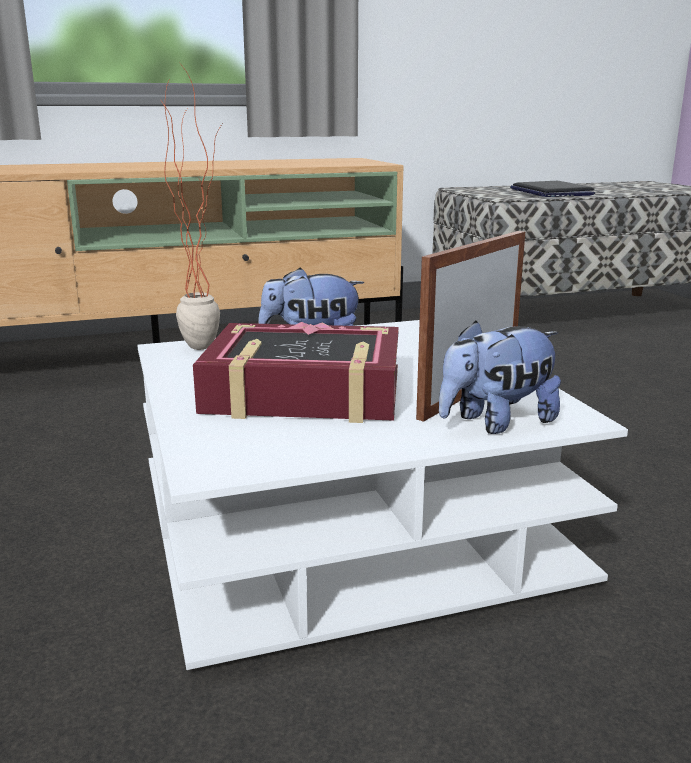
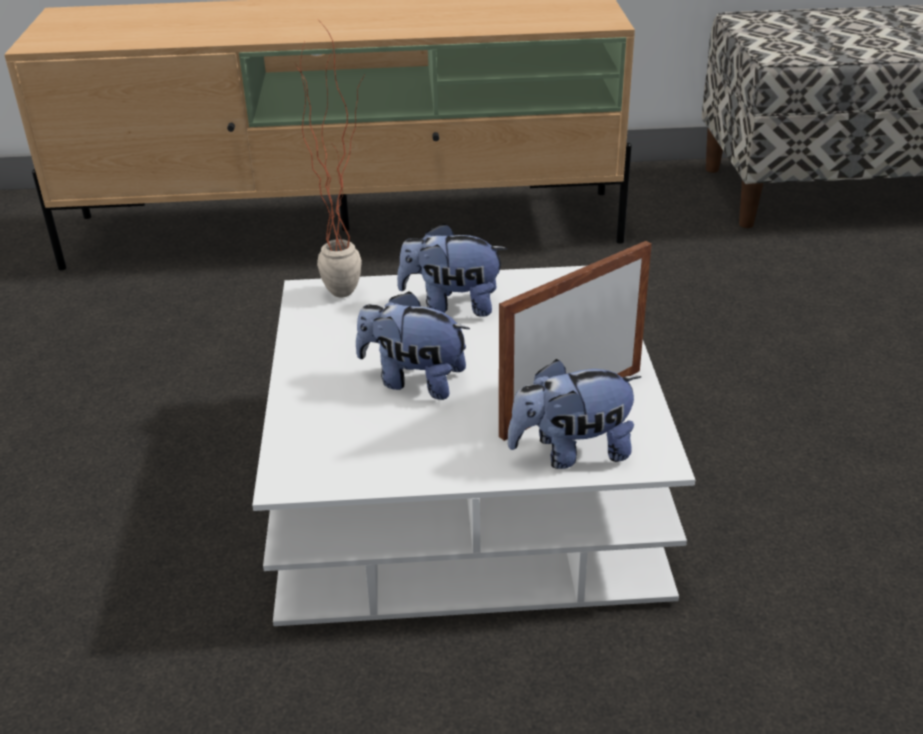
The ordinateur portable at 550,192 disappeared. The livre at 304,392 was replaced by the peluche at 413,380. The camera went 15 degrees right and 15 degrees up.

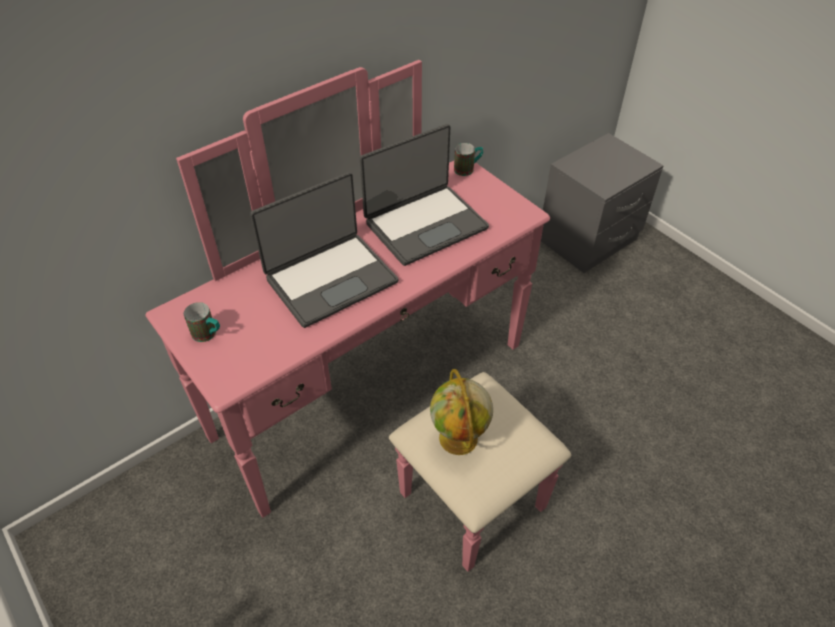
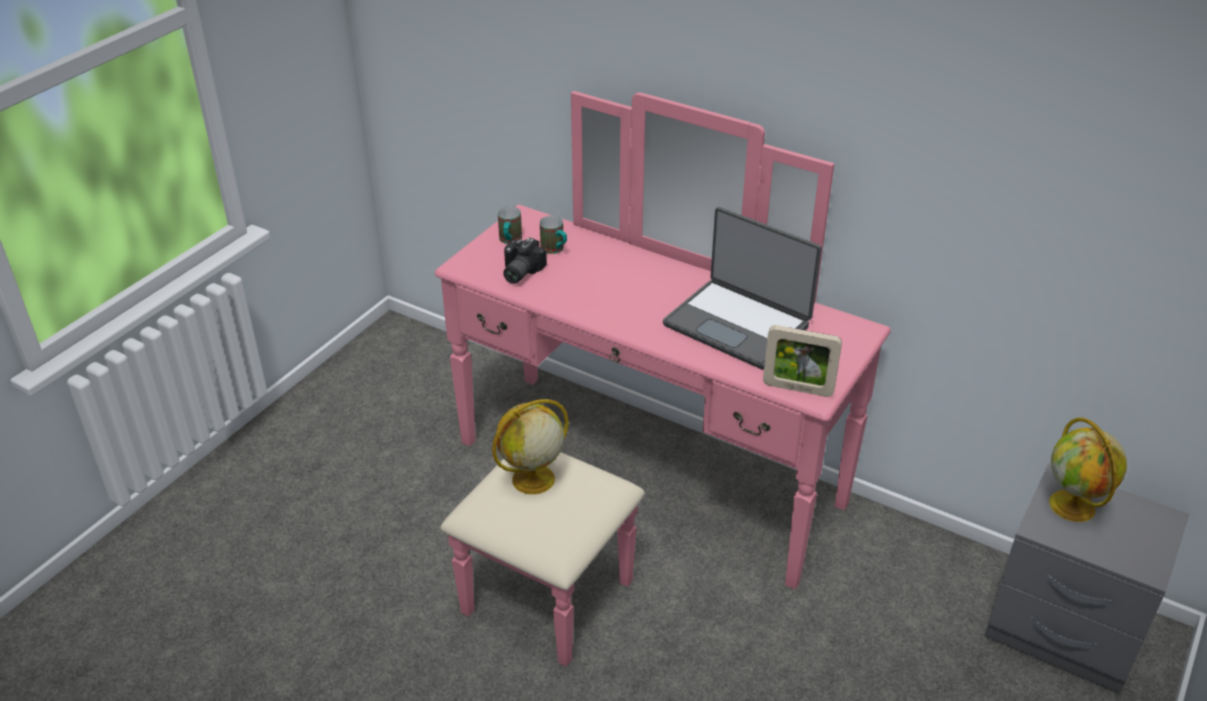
The mug moved from 468,169 to 555,250. The ordinateur portable at 330,279 disappeared. The appareil photo at 518,272 appeared. The cadre photo at 798,388 appeared. The globe at 1073,507 appeared. The camera went 70 degrees right and 10 degrees down.

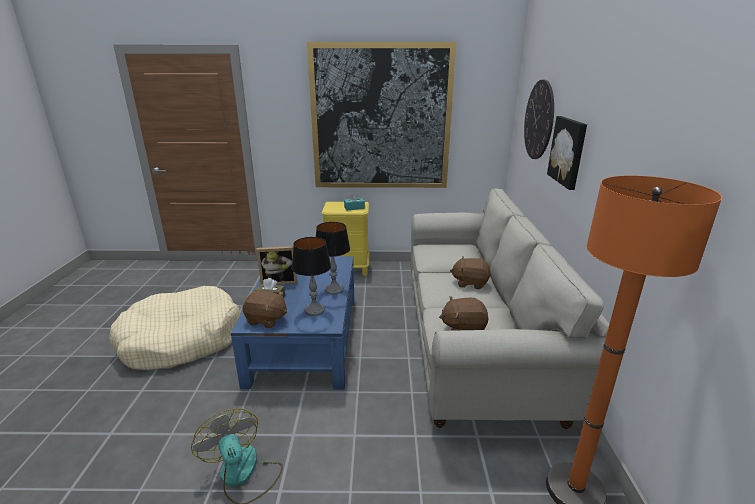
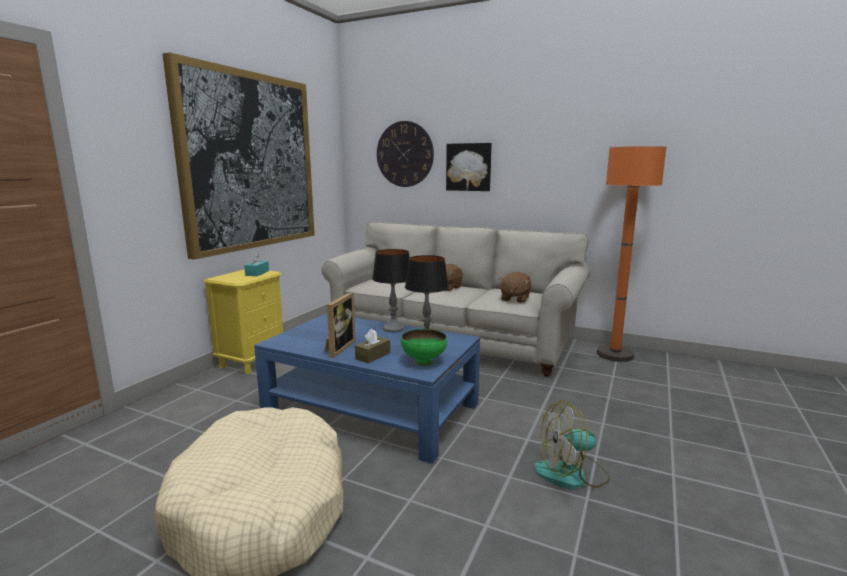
The peluche [marron] at 266,320 was replaced by the bol [vert] at 423,362. The camera went 65 degrees left and 10 degrees down.

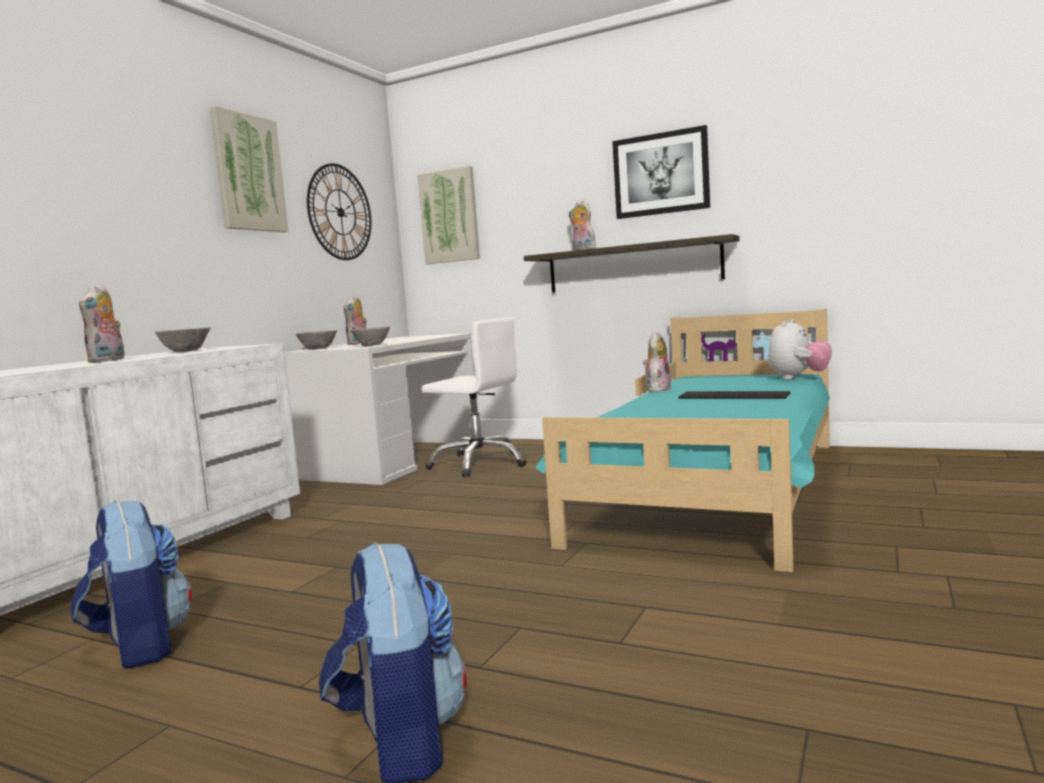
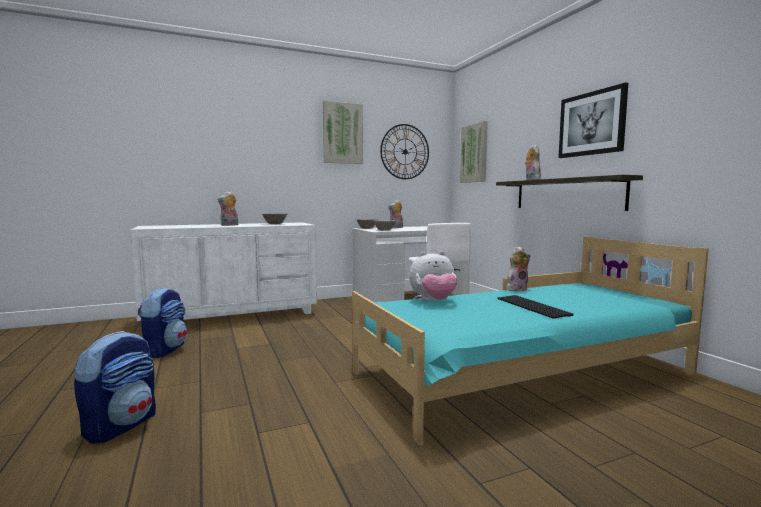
The peluche moved from 798,378 to 433,301. The camera went 40 degrees right and 0 degrees up.

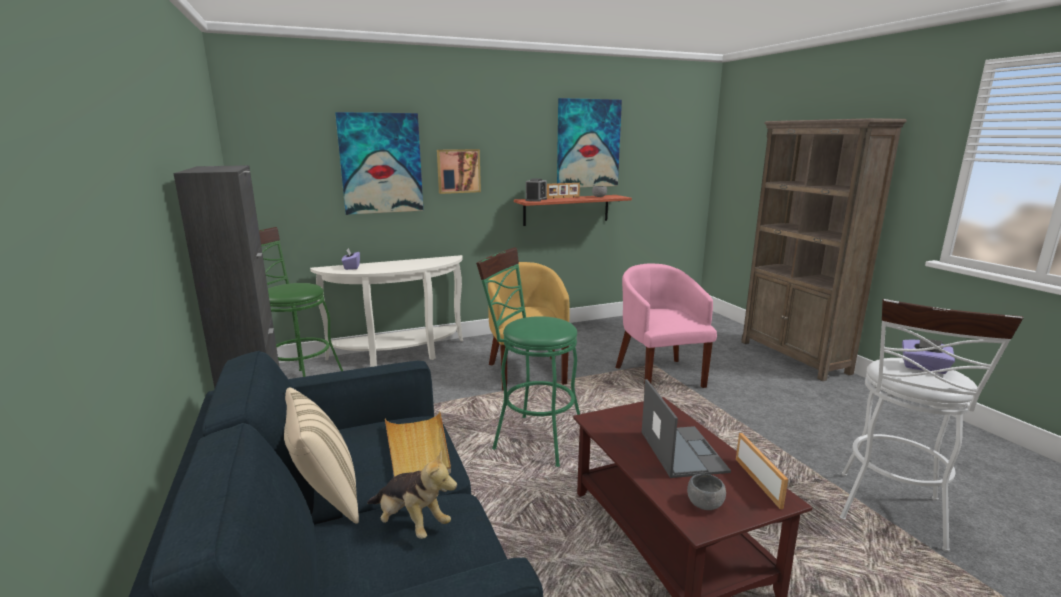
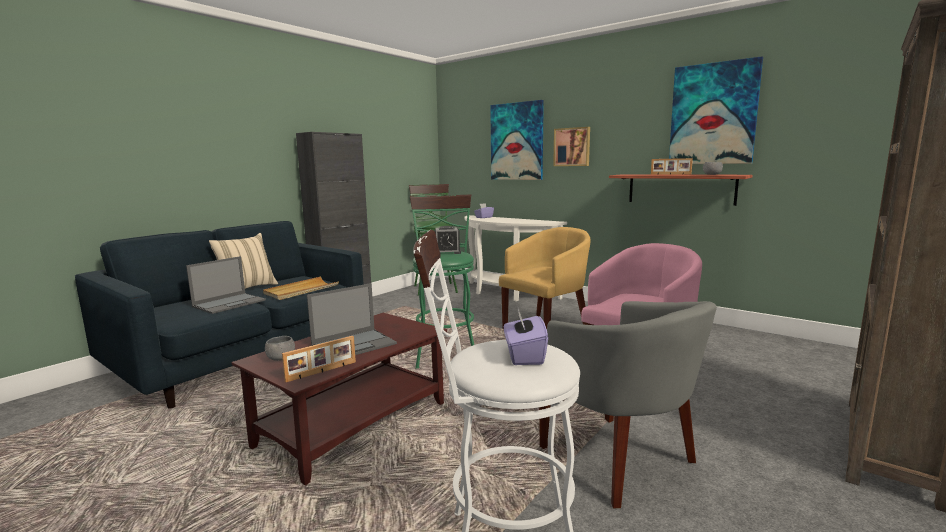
The réveil moved from 536,200 to 447,252. The peluche at 411,523 was replaced by the ordinateur portable at 230,303. The fauteuil [gris] at 619,459 appeared. The camera went 60 degrees right and 5 degrees down.

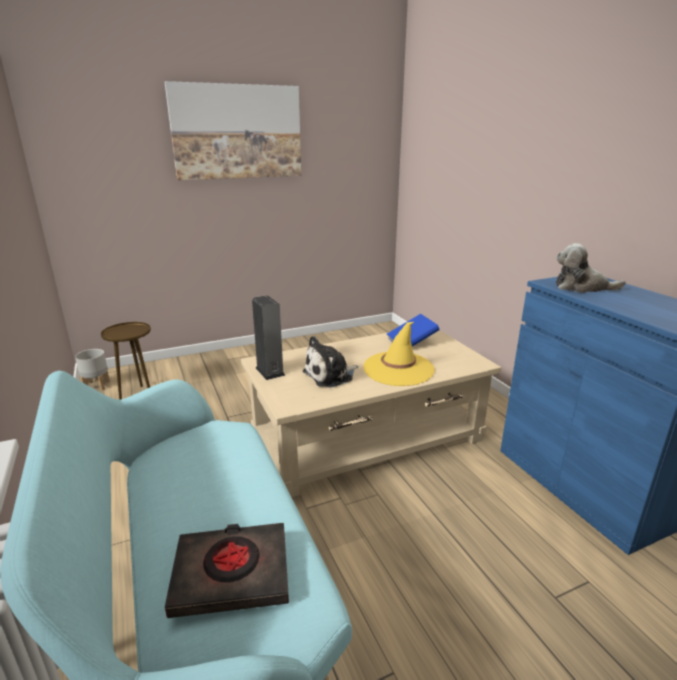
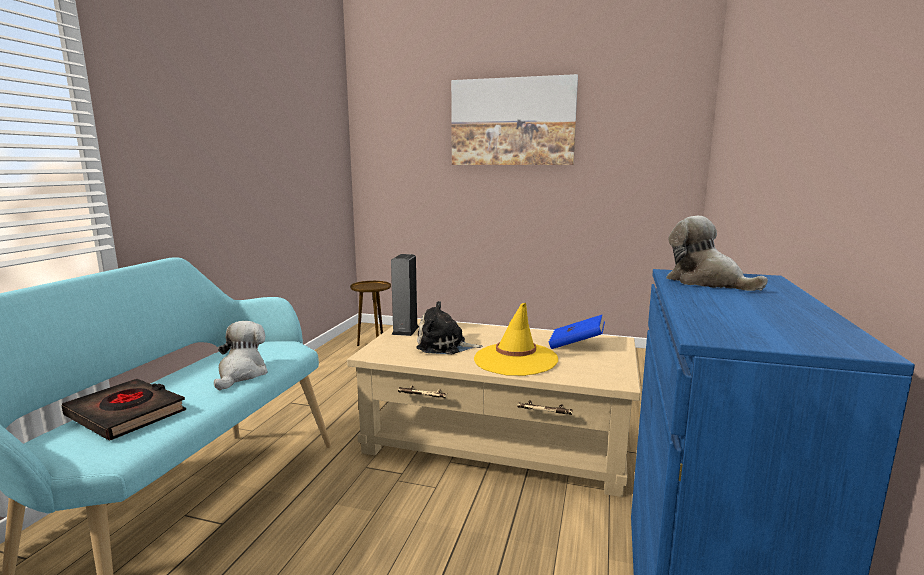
The cache-pot [gris] at 96,385 disappeared. The peluche at 241,374 appeared. The camera went 40 degrees right and 10 degrees down.

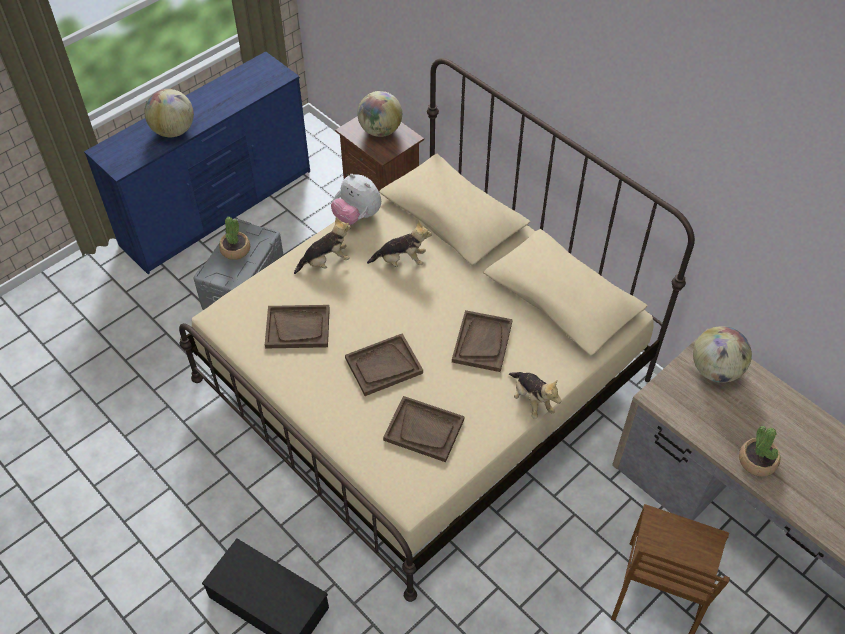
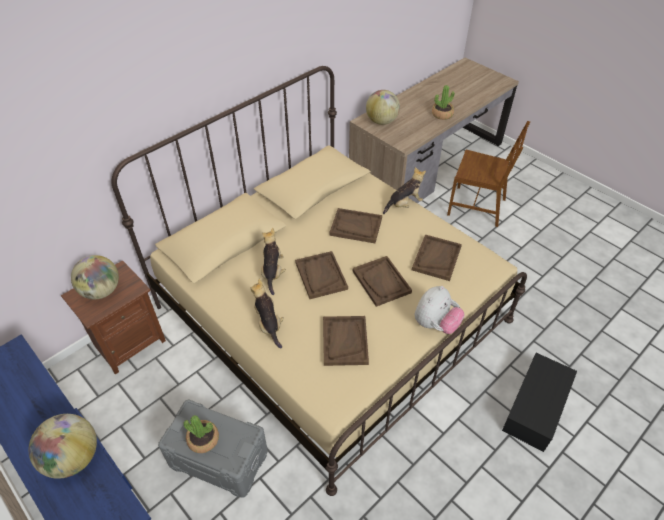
The peluche moved from 357,216 to 435,324. The plateau [marron] at 321,276 appeared. The camera went 90 degrees left and 5 degrees down.

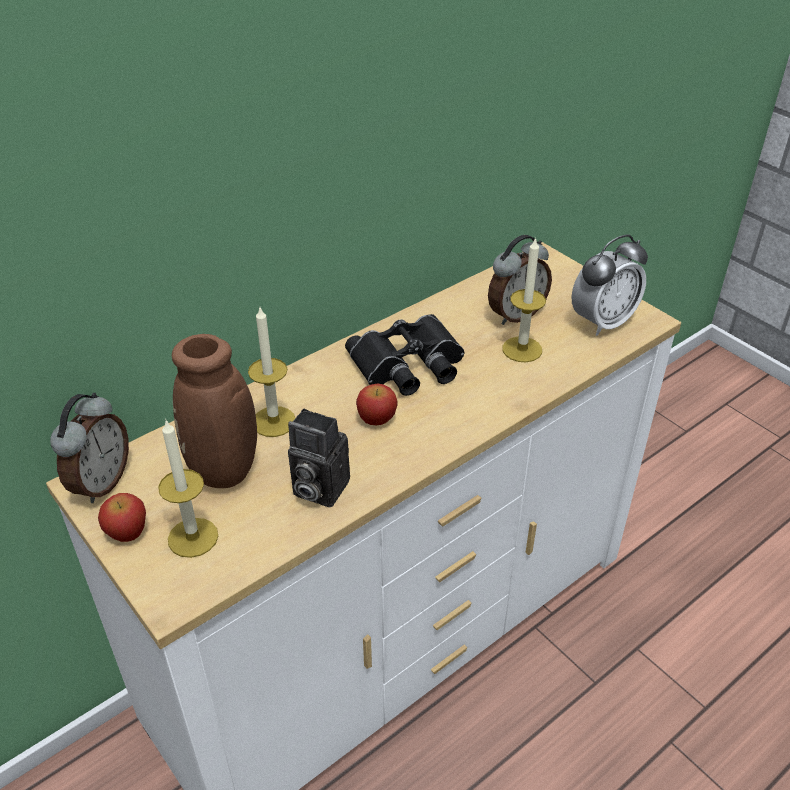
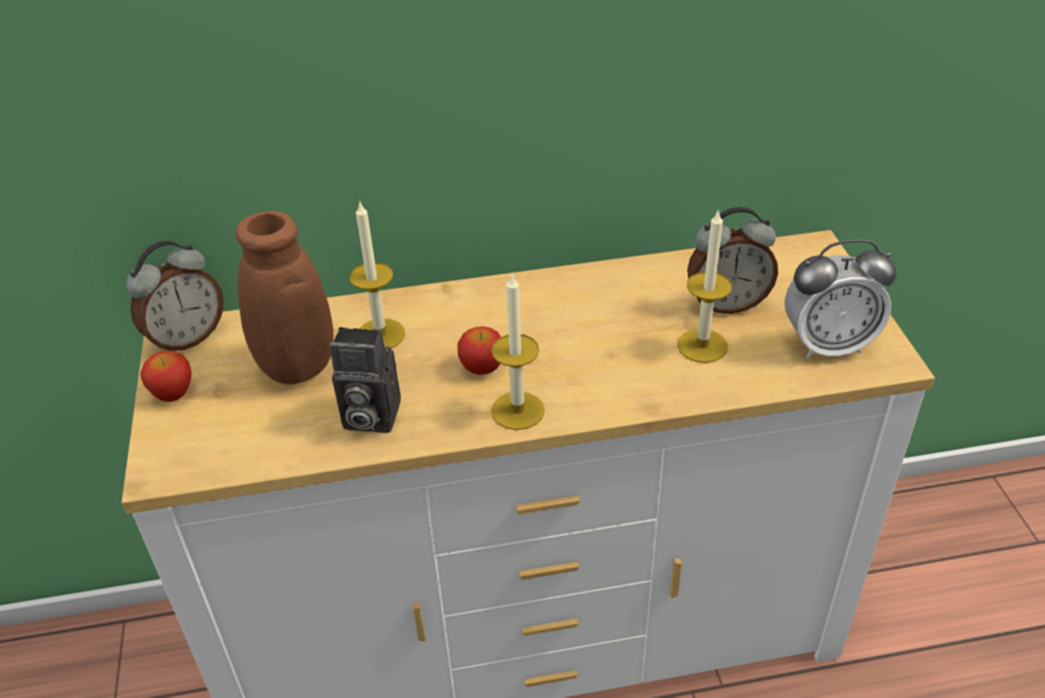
The jumelles [noir] at 409,365 disappeared. The appareil photo at 317,488 turned 45 degrees counterclockwise. The bougie moved from 193,537 to 517,410. The camera went 30 degrees right and 0 degrees up.

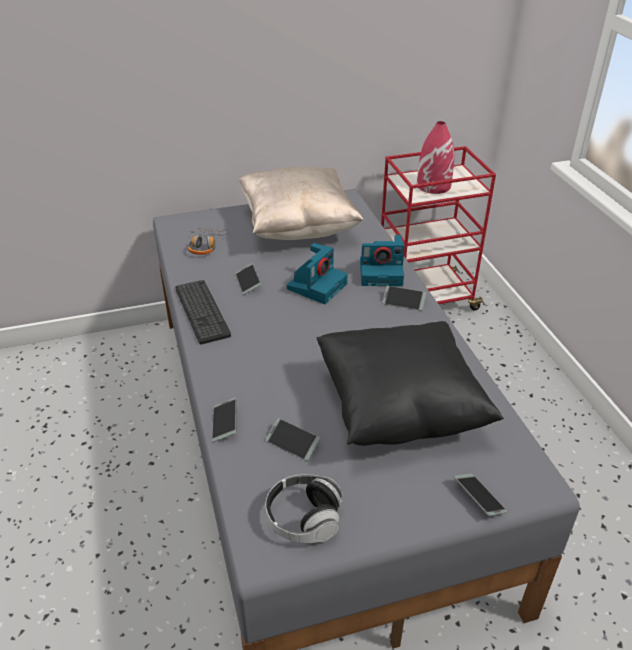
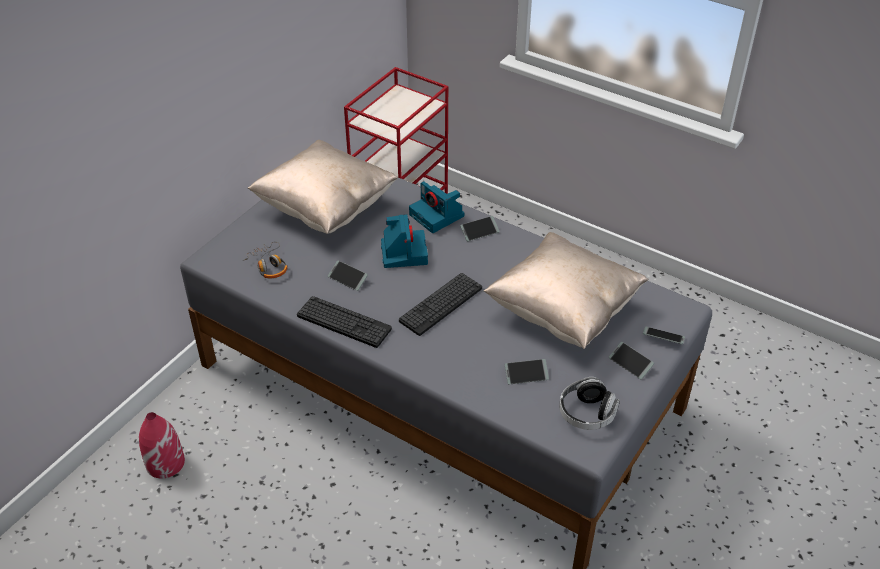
The vase [rouge] moved from 433,185 to 165,462. The appareil photo at 382,272 turned 90 degrees clockwise. The coussin [noir] at 399,409 became the coussin [beige] at 563,311. The téléphone moved from 225,423 to 630,363. The clavier at 441,304 appeared. The camera went 40 degrees left and 5 degrees up.

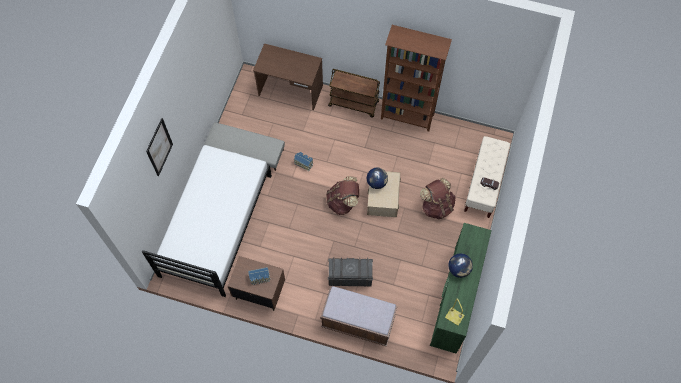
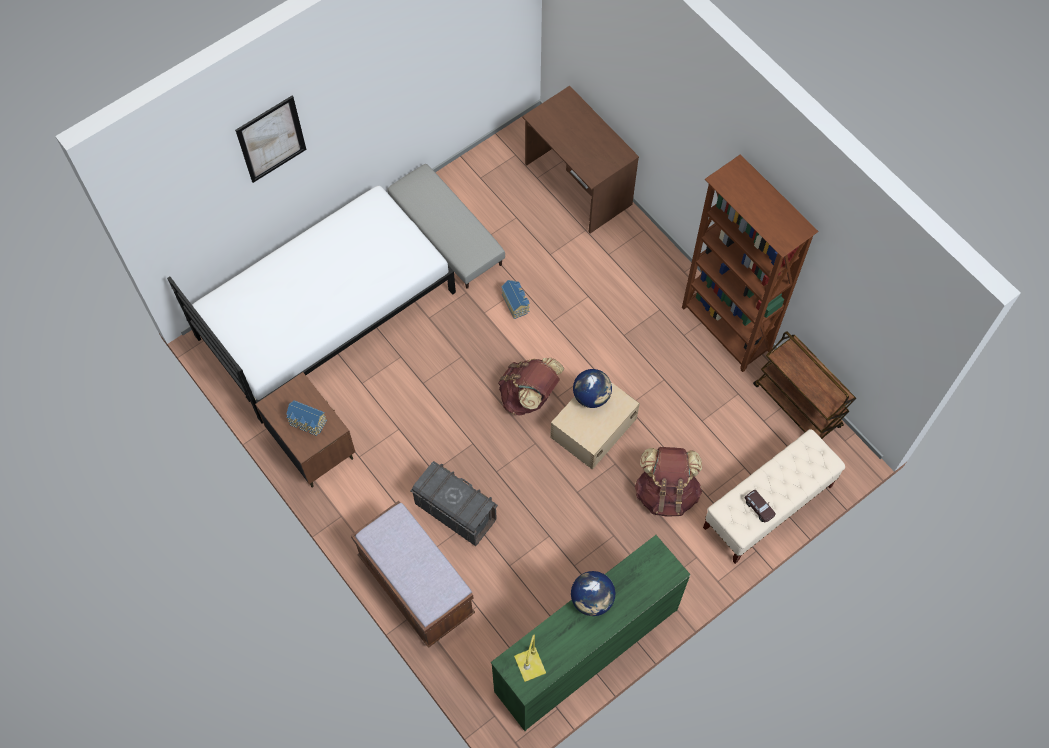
The chariot [marron] moved from 354,104 to 798,406. The camera went 35 degrees right and 0 degrees up.

